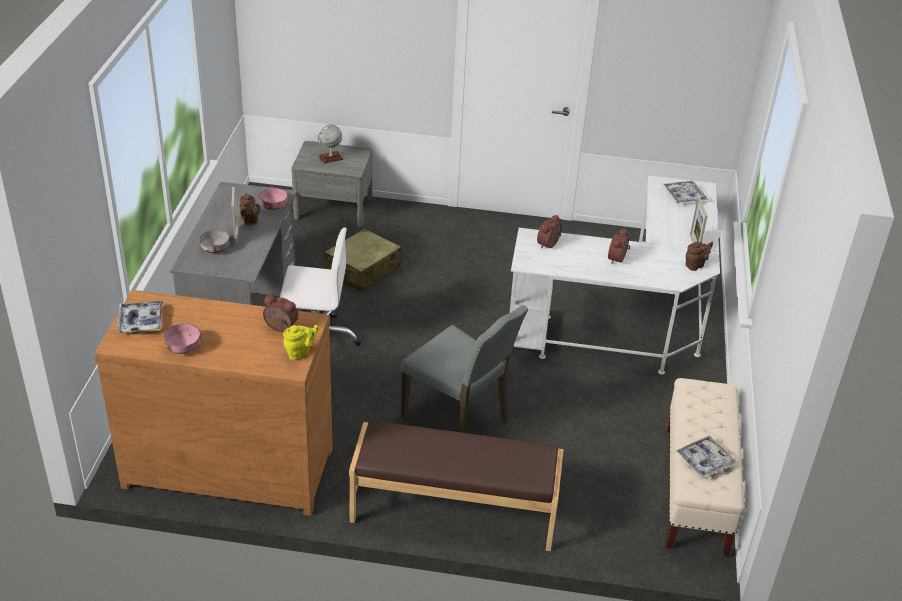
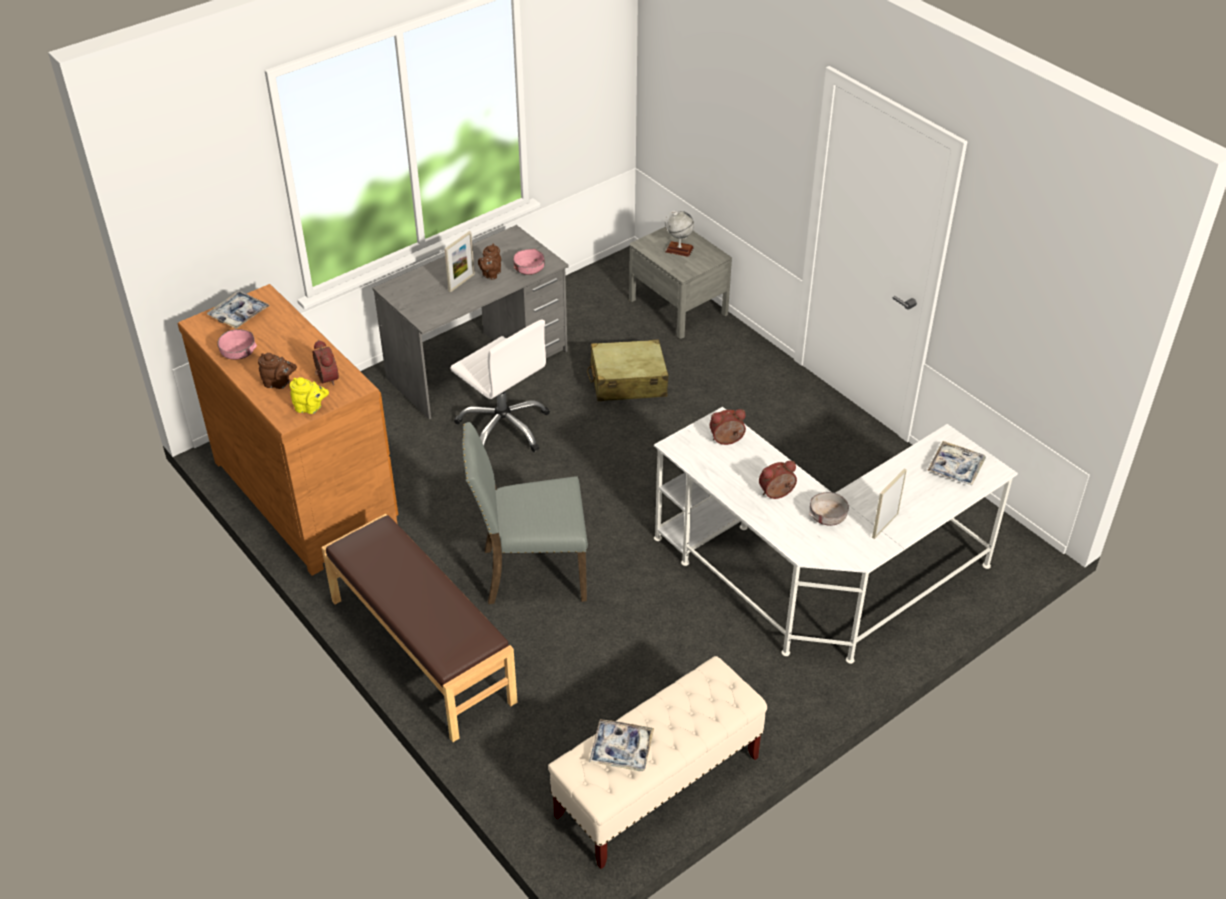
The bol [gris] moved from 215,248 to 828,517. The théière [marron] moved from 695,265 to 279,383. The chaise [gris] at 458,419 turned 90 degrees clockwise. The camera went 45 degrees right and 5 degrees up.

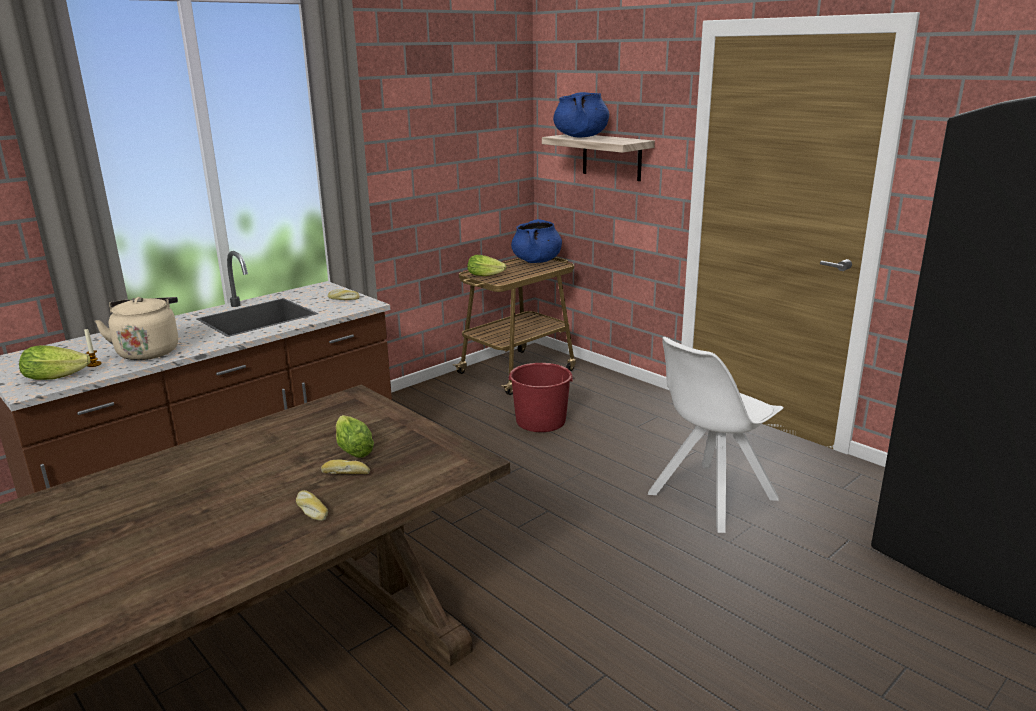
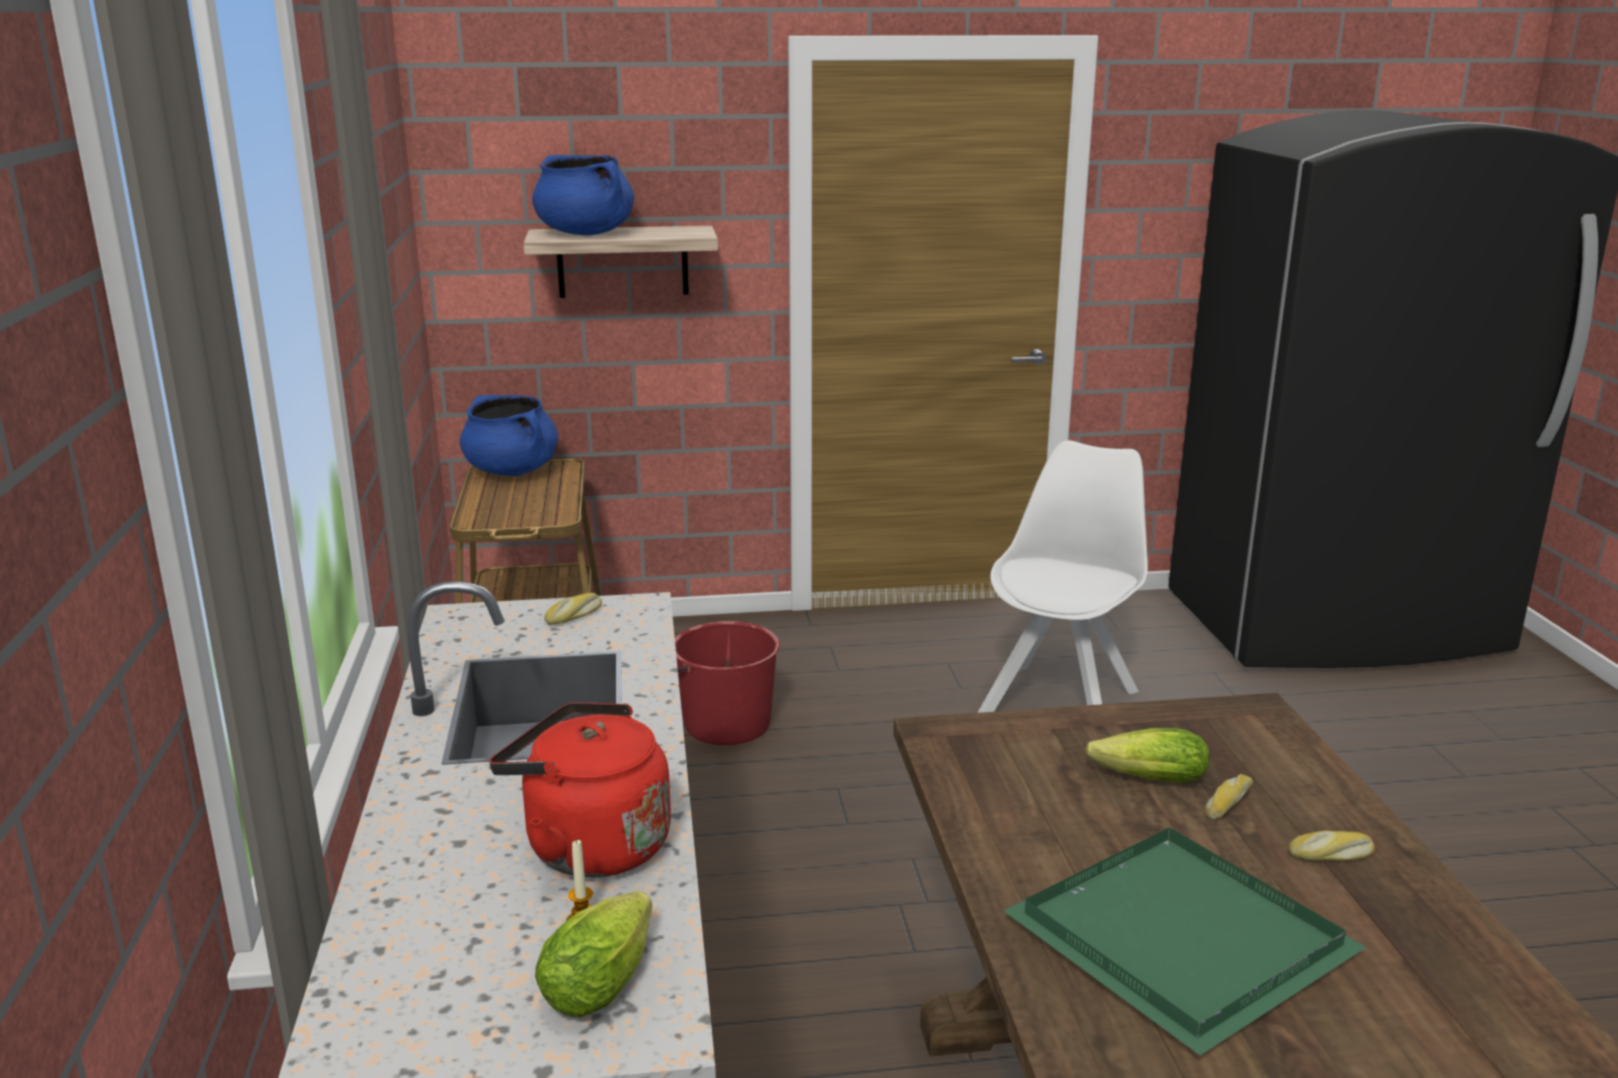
The laitue at 487,275 disappeared. The bouilloire [beige] at 148,351 became the bouilloire [rouge] at 590,845. The chaise [blanc] at 709,498 turned 150 degrees counterclockwise. The plateau [vert] at 1179,934 appeared. The camera went 55 degrees left and 0 degrees up.

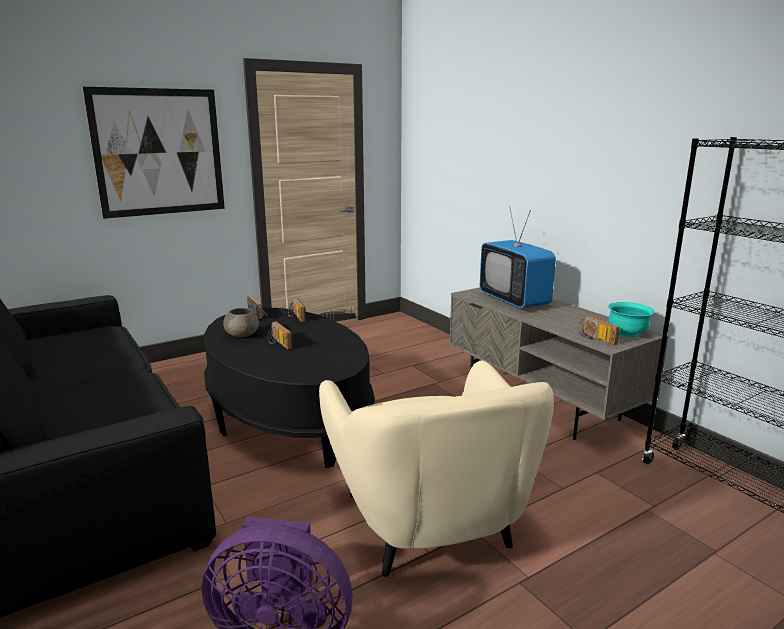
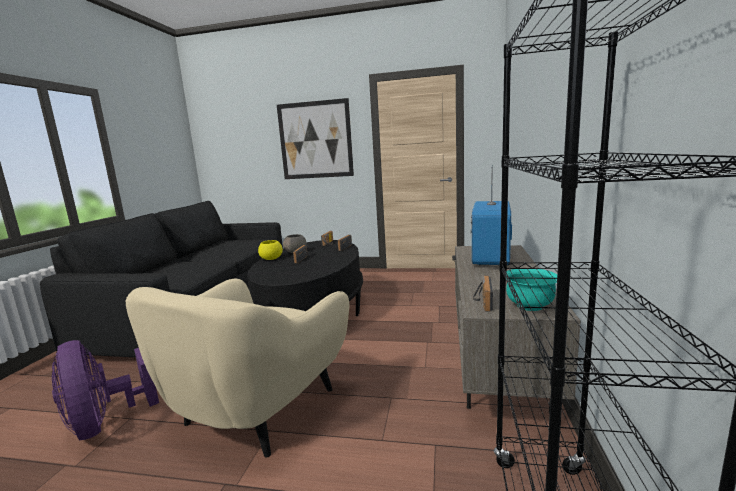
The bol [jaune] at 271,259 appeared. The camera went 45 degrees right and 5 degrees down.

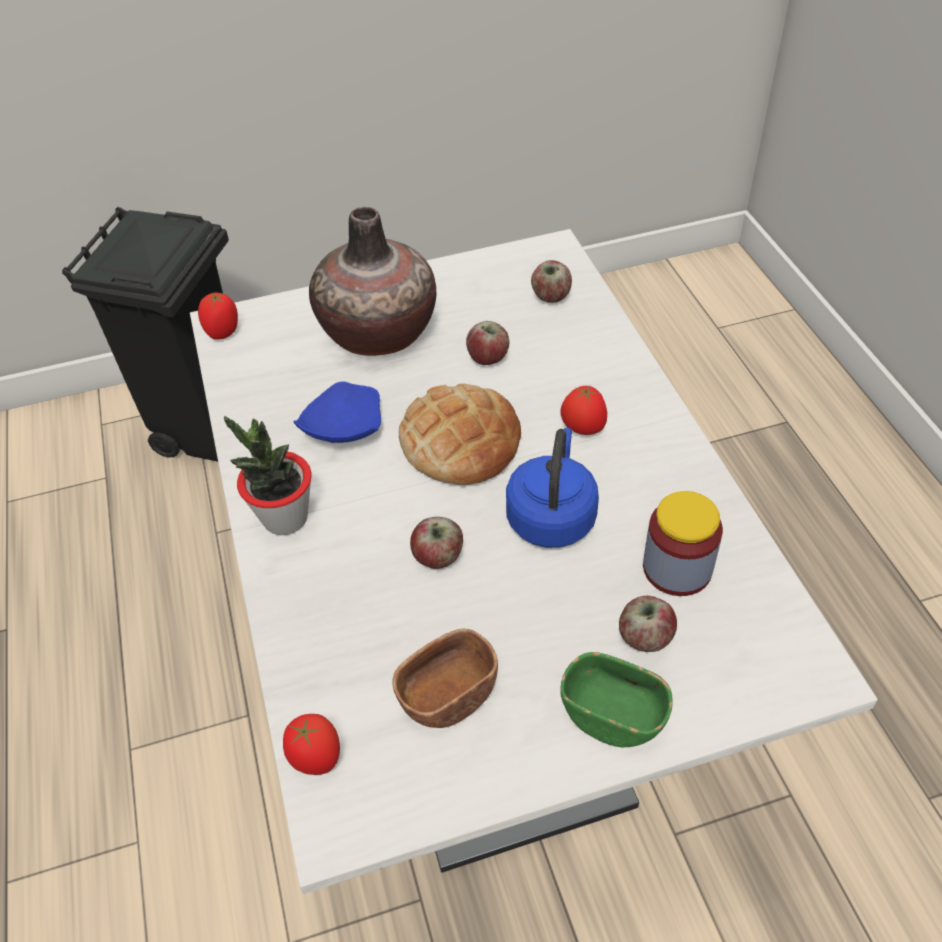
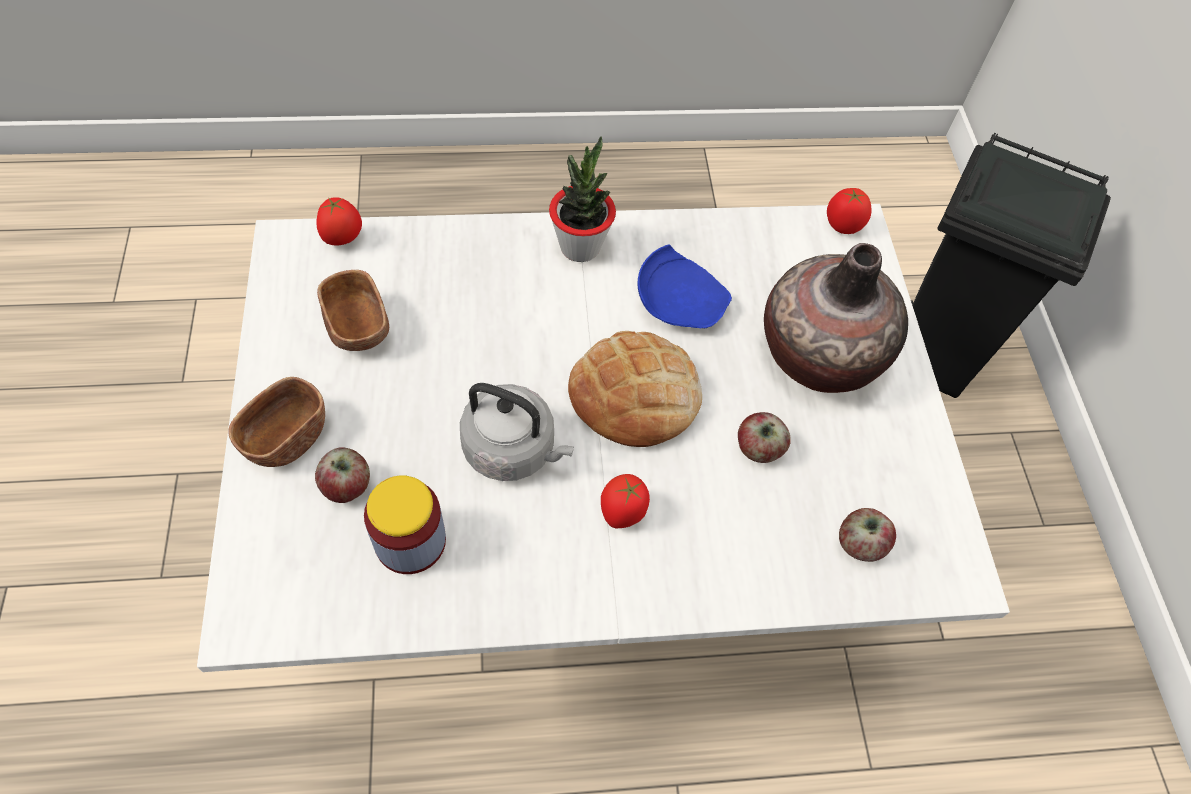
The bouilloire [bleu] at 552,516 became the bouilloire [gris] at 513,450. The pomme at 438,557 disappeared. The bol [vert] at 613,715 became the bol [marron] at 286,437. The camera went 95 degrees right and 10 degrees up.

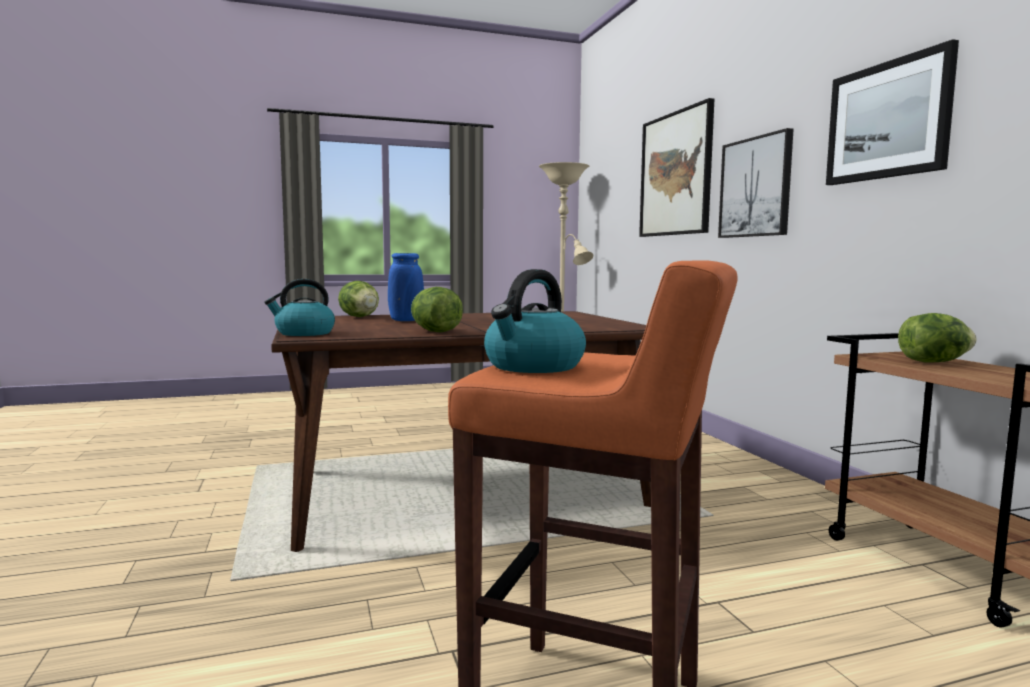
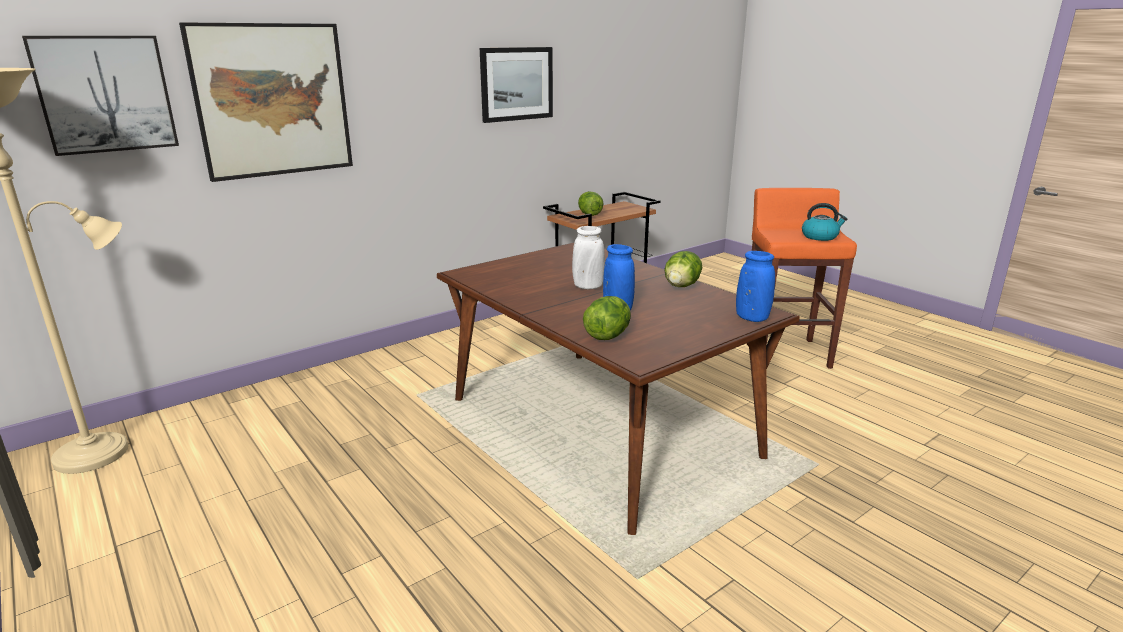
The tableau moved from 755,187 to 105,94. The bouilloire at 304,333 was replaced by the vase [bleu] at 752,318. The vase [blanc] at 588,287 appeared. The camera went 110 degrees left and 15 degrees up.

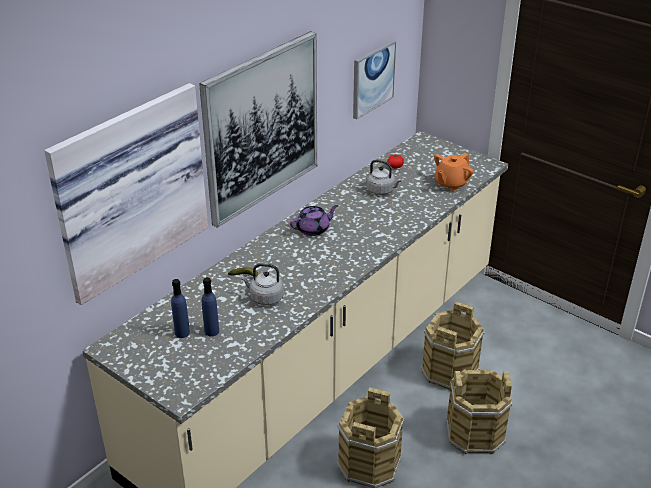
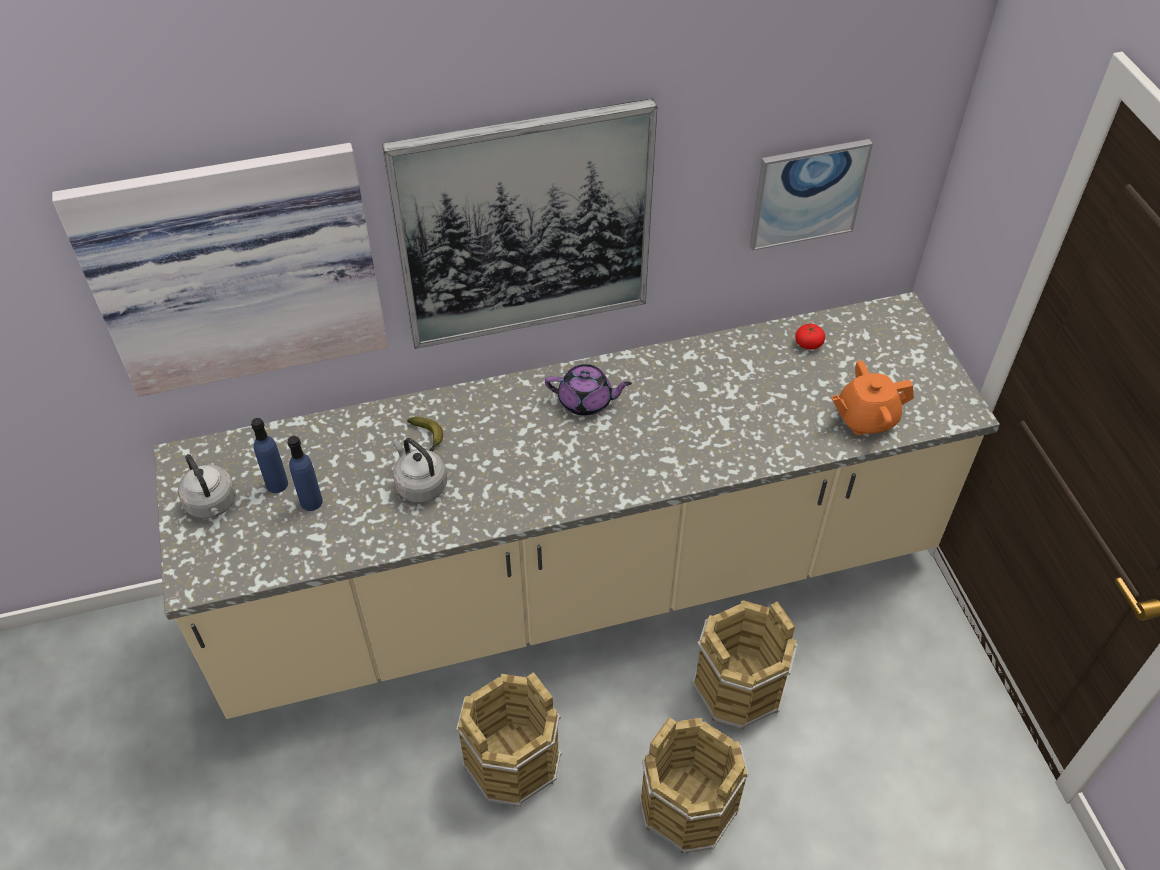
The bouilloire [gris] moved from 382,191 to 212,504. The camera went 35 degrees right and 15 degrees up.

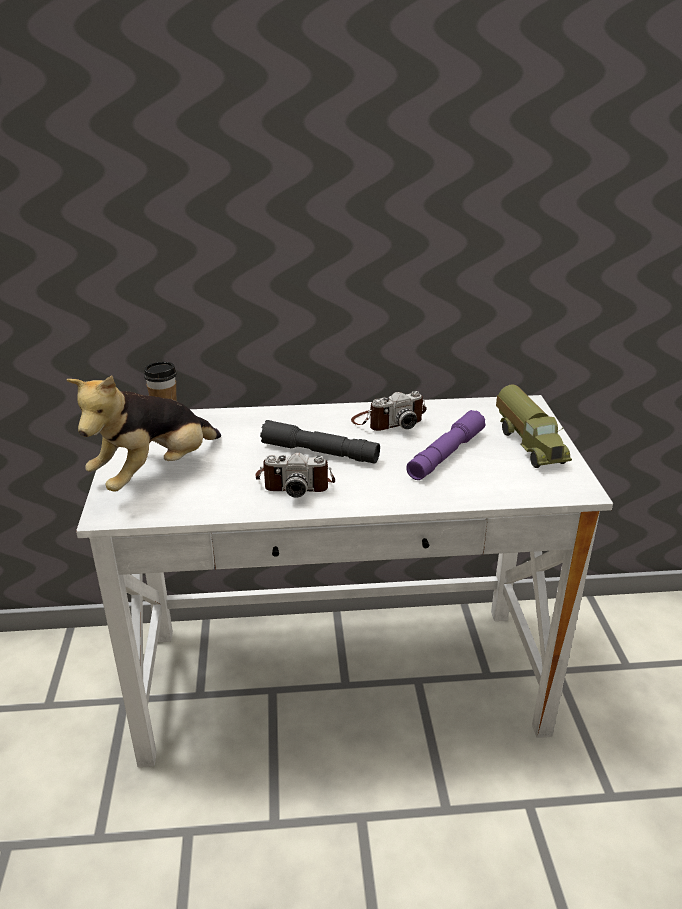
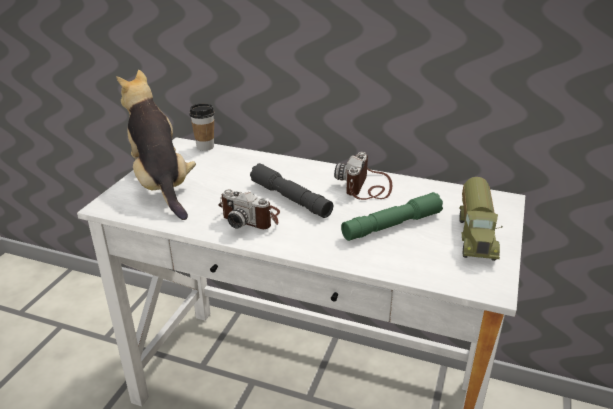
The peluche at 155,473 turned 90 degrees clockwise. The appareil photo at 388,421 turned 105 degrees clockwise. The lampe de poche [violet] at 446,454 became the lampe de poche [vert] at 391,225. The camera went 25 degrees right and 0 degrees up.

